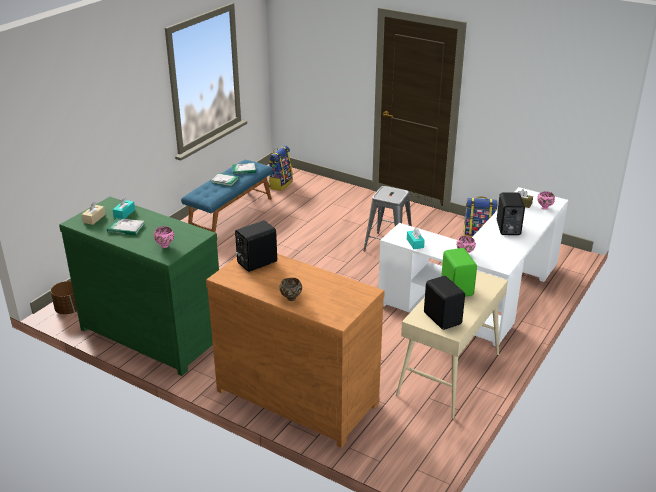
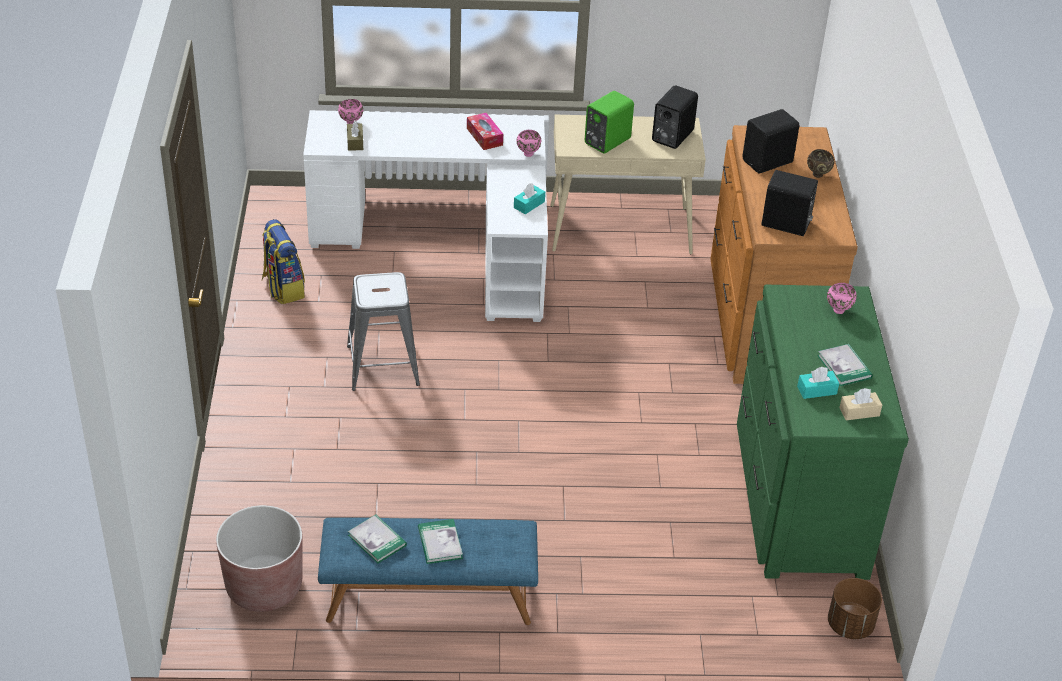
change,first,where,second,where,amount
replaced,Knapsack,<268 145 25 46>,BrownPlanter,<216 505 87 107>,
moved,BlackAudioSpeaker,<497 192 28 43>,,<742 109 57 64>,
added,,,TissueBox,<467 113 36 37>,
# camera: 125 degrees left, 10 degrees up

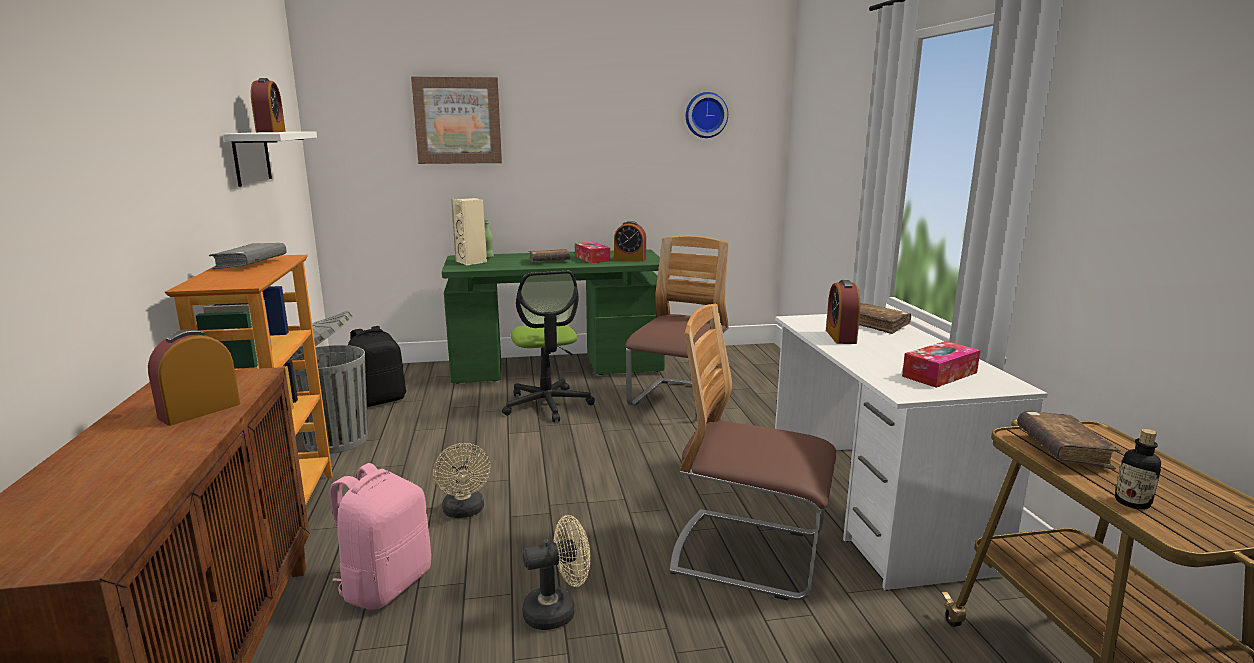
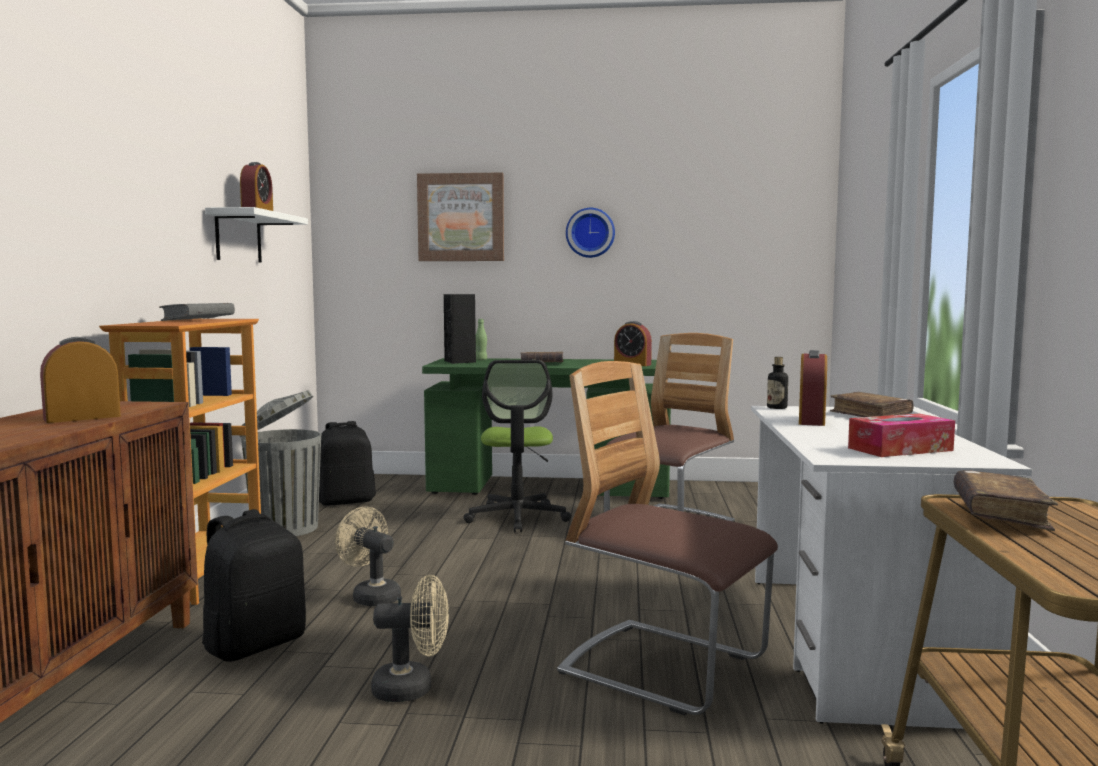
change,first,where,second,where,amount
recoloured,PinkColouredKnapsack,<329 463 102 147>,BlackKnapsack,<202 509 104 153>,
turned,BeigeElectricFan,<433 443 58 75>,,<335 507 66 99>,135 degrees clockwise
recoloured,BeigeAudioSpeaker,<451 198 36 68>,BlackAudioSpeaker,<444 294 32 70>,
removed,TissueBox,<575 242 35 21>,,,
moved,HangingClock,<686 92 42 46>,,<566 208 49 50>,
moved,DrinkBottle,<1115 429 46 81>,,<767 357 21 52>,
# camera: 15 degrees right, 10 degrees down

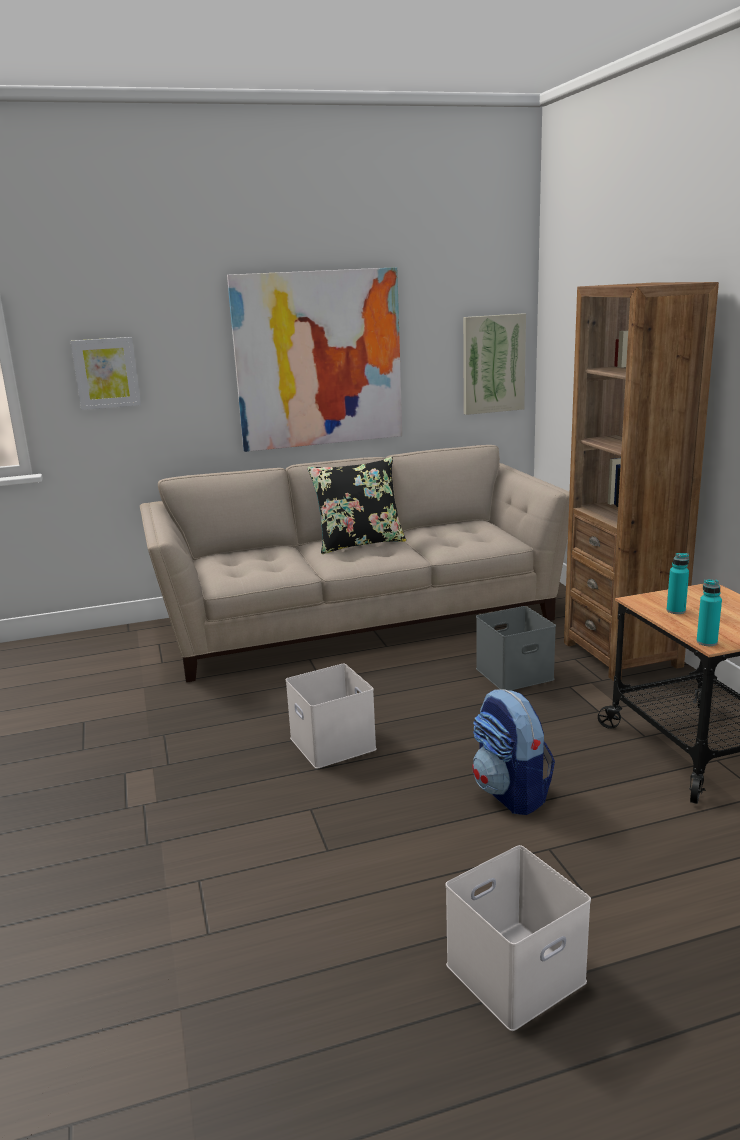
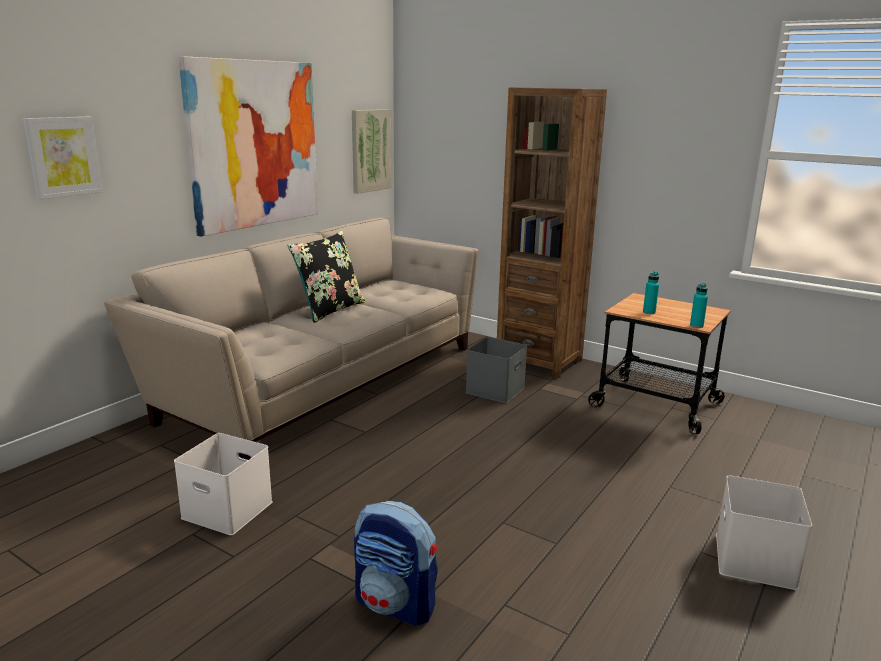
change,first,where,second,where,amount
moved,WhiteColouredStorageBox,<286 664 91 105>,,<174 433 99 102>,
moved,Knapsack,<473 689 82 126>,,<354 501 84 125>,
# camera: 40 degrees left, 0 degrees up

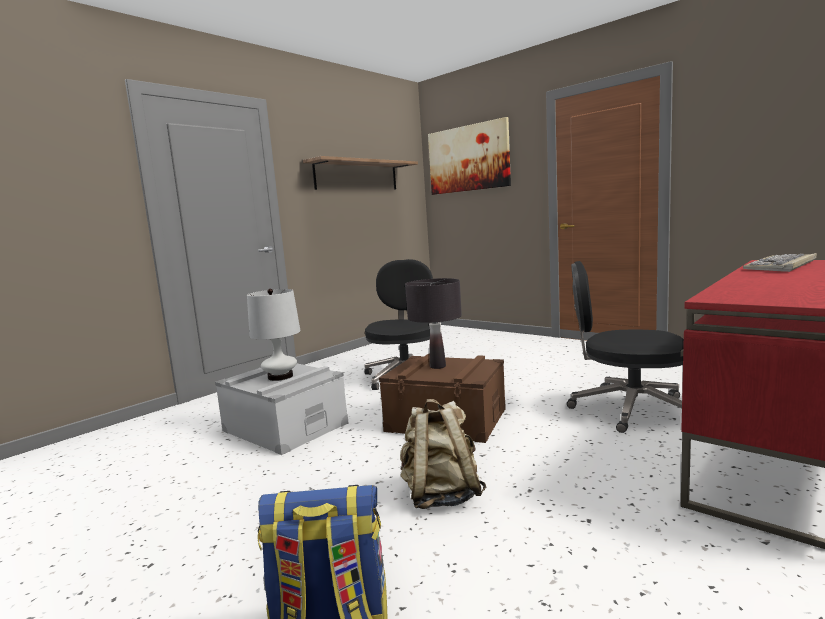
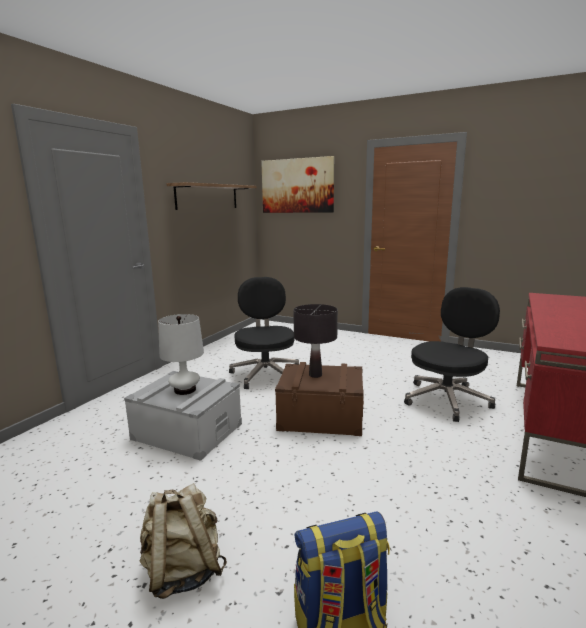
change,first,where,second,where,amount
moved,BeigeKnapsack,<400 399 86 110>,,<140 483 87 116>,
turned,BlackComputerChair,<567 261 117 172>,,<404 287 96 135>,135 degrees clockwise
removed,ComputerKeyboard,<743 253 74 19>,,,
# camera: 15 degrees left, 5 degrees up

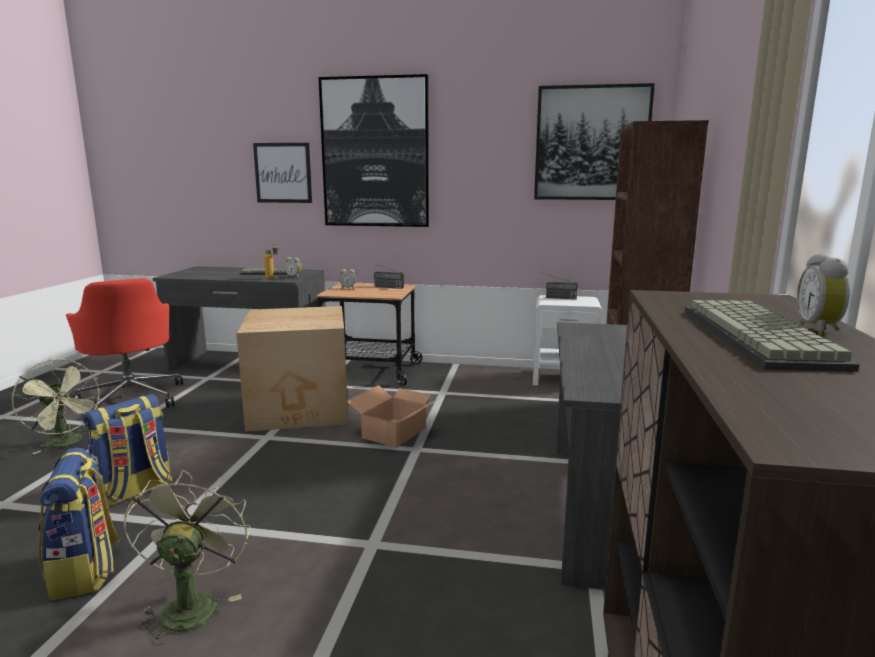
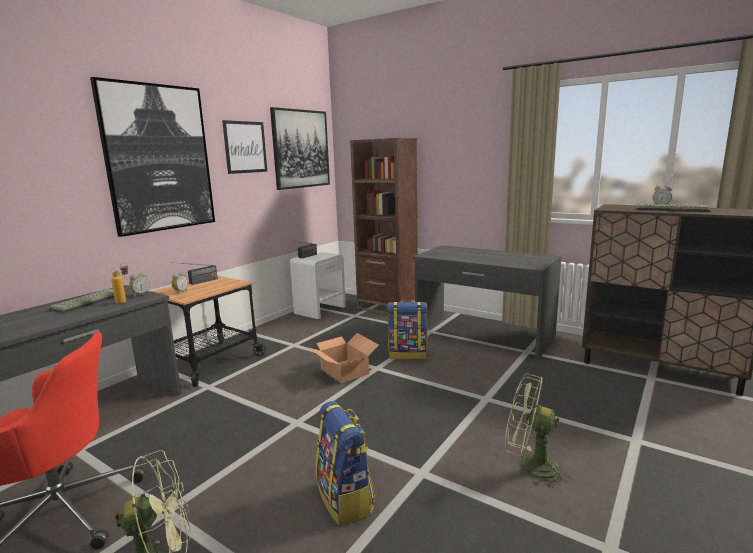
change,first,where,second,where,amount
moved,Knapsack,<38 448 82 152>,,<387 300 41 59>,
removed,Carton,<236 306 112 126>,,,
moved,WallPicture,<253 143 59 60>,,<222 120 45 54>,
# camera: 65 degrees left, 0 degrees up

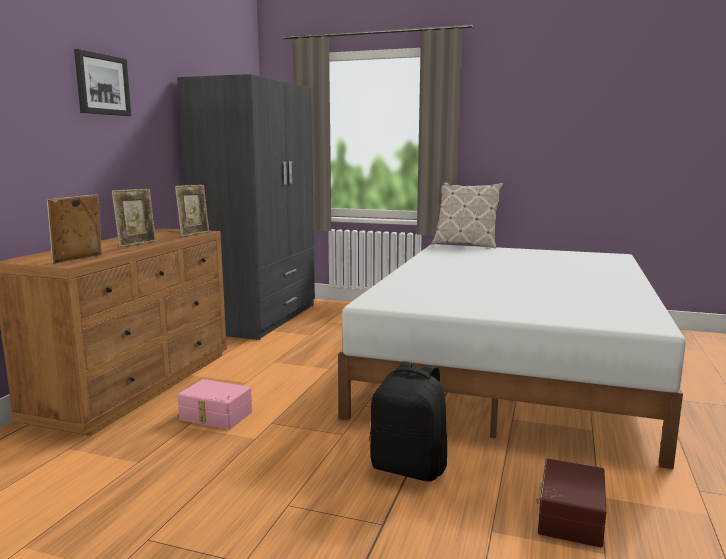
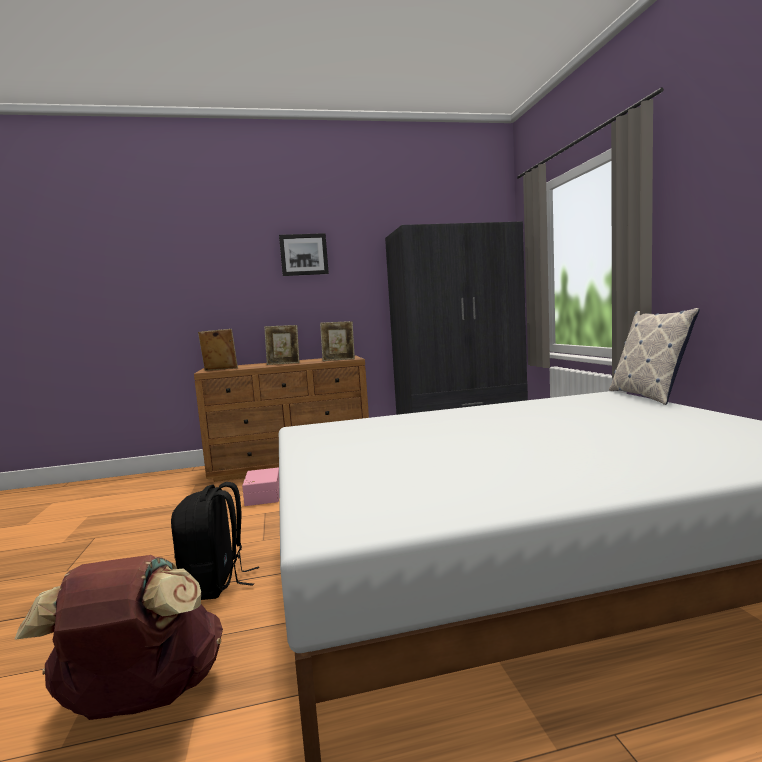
change,first,where,second,where,amount
replaced,BrownStorageBox,<536 459 70 89>,BrownKnapsack,<15 555 208 165>,
# camera: 60 degrees right, 5 degrees down

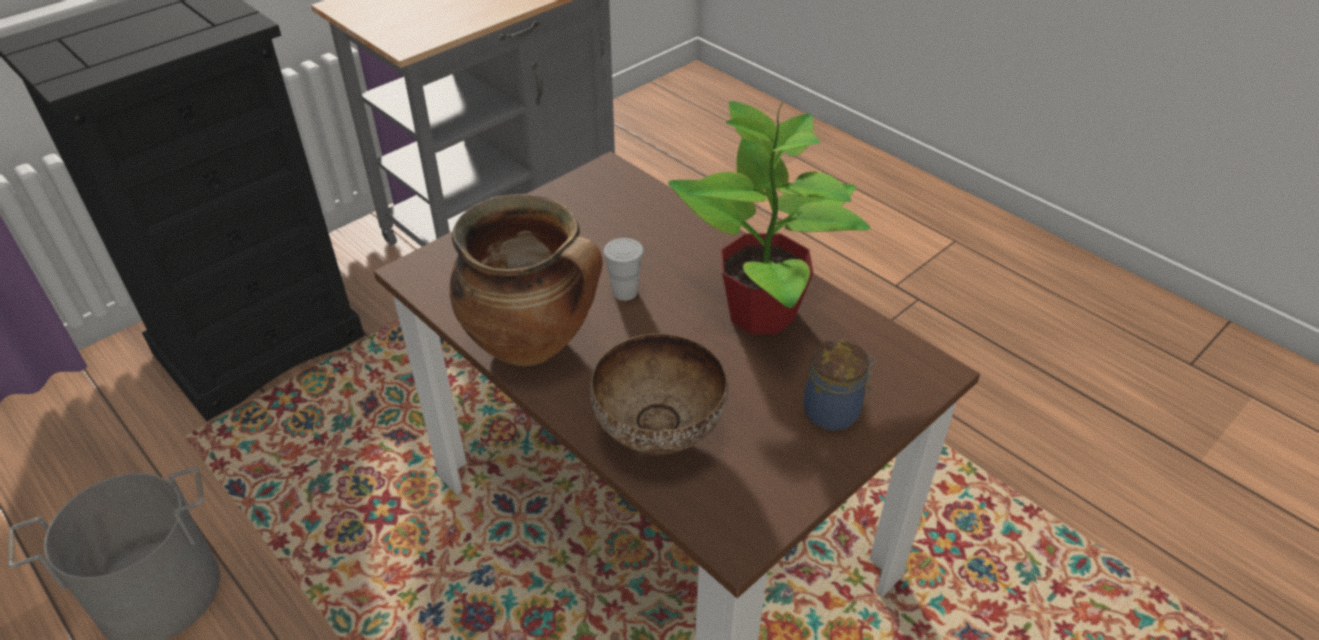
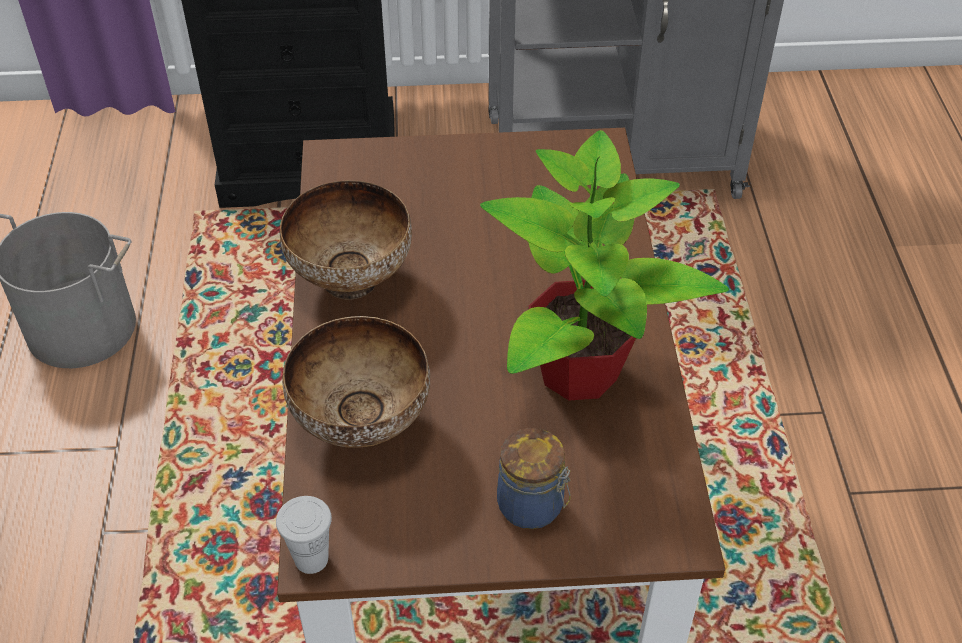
change,first,where,second,where,amount
replaced,CookingPot,<450 194 153 172>,DeepDish,<280 180 132 120>,
moved,WhiteColouredDrinkingCup,<604 238 40 63>,,<276 496 56 78>,
# camera: 40 degrees right, 5 degrees up

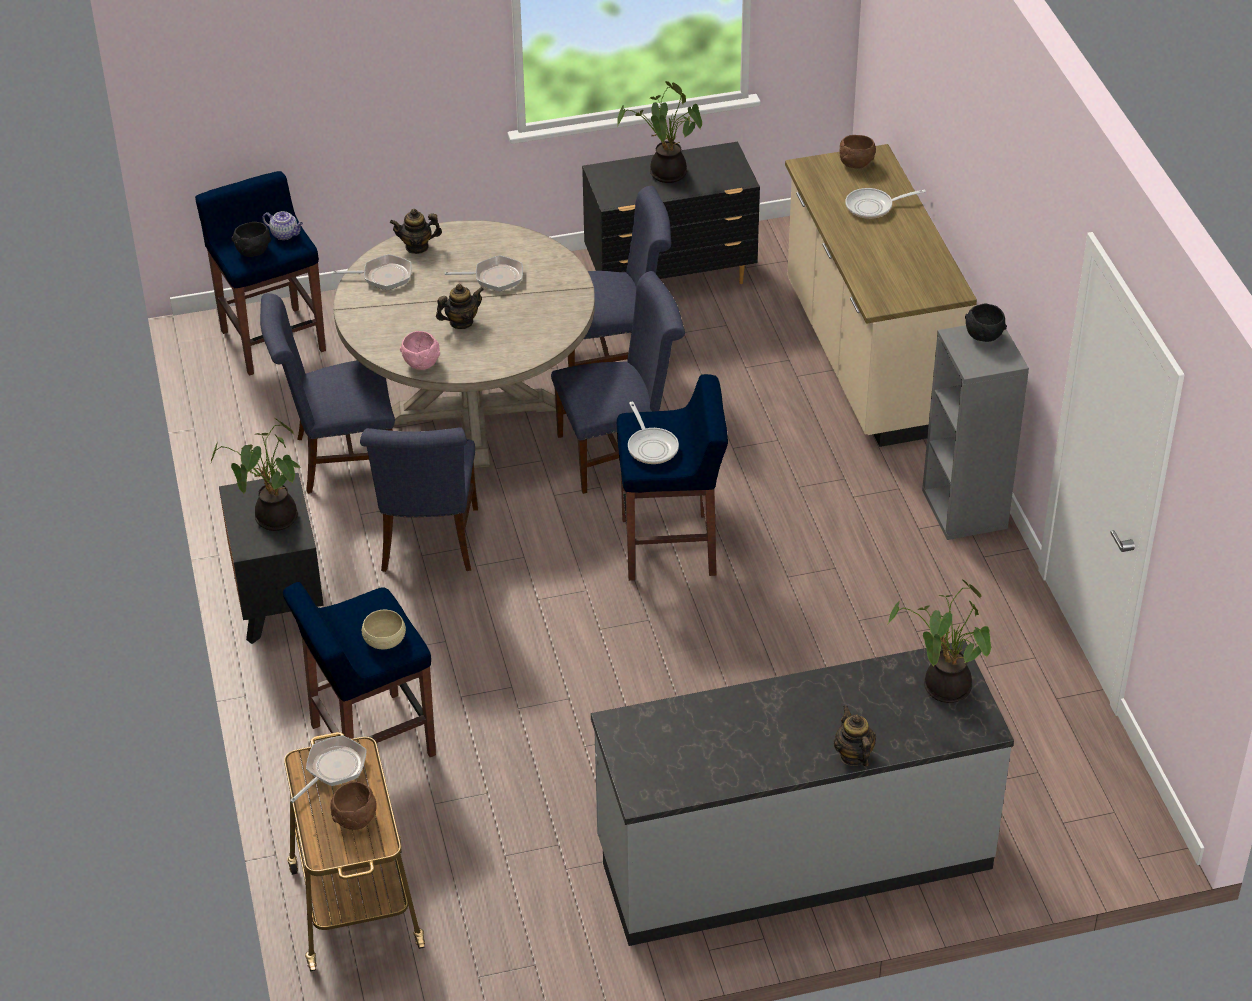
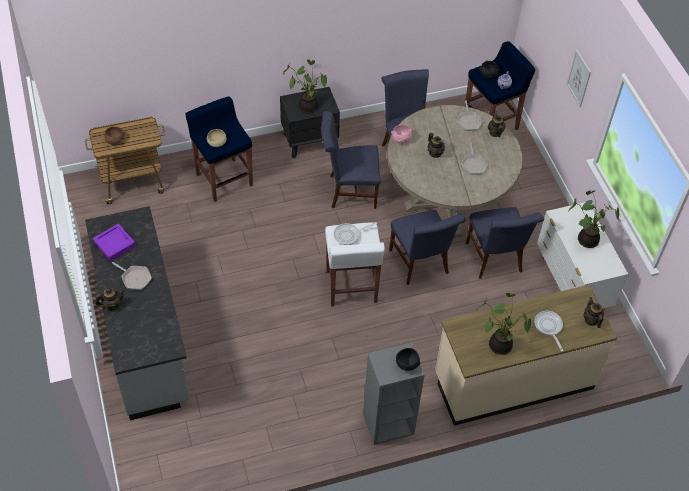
change,first,where,second,where,amount
moved,FryingPan,<290 735 77 68>,,<112 262 40 28>,
recoloured,BlackChestOfDrawers,<582 142 178 142>,WhiteColouredChestOfDrawers,<537 202 91 109>,
recoloured,BluishStool,<617 374 111 207>,WhiteColouredStool,<325 222 60 84>,
replaced,BrownDeepDish,<839 135 37 34>,Teapot,<584 297 20 31>,
moved,Houseplant,<888 579 103 124>,,<477 293 54 62>,
added,,,PurpleTray,<93 223 43 38>,
added,,,WallPicture,<566 49 25 58>,
# camera: 85 degrees right, 10 degrees up

